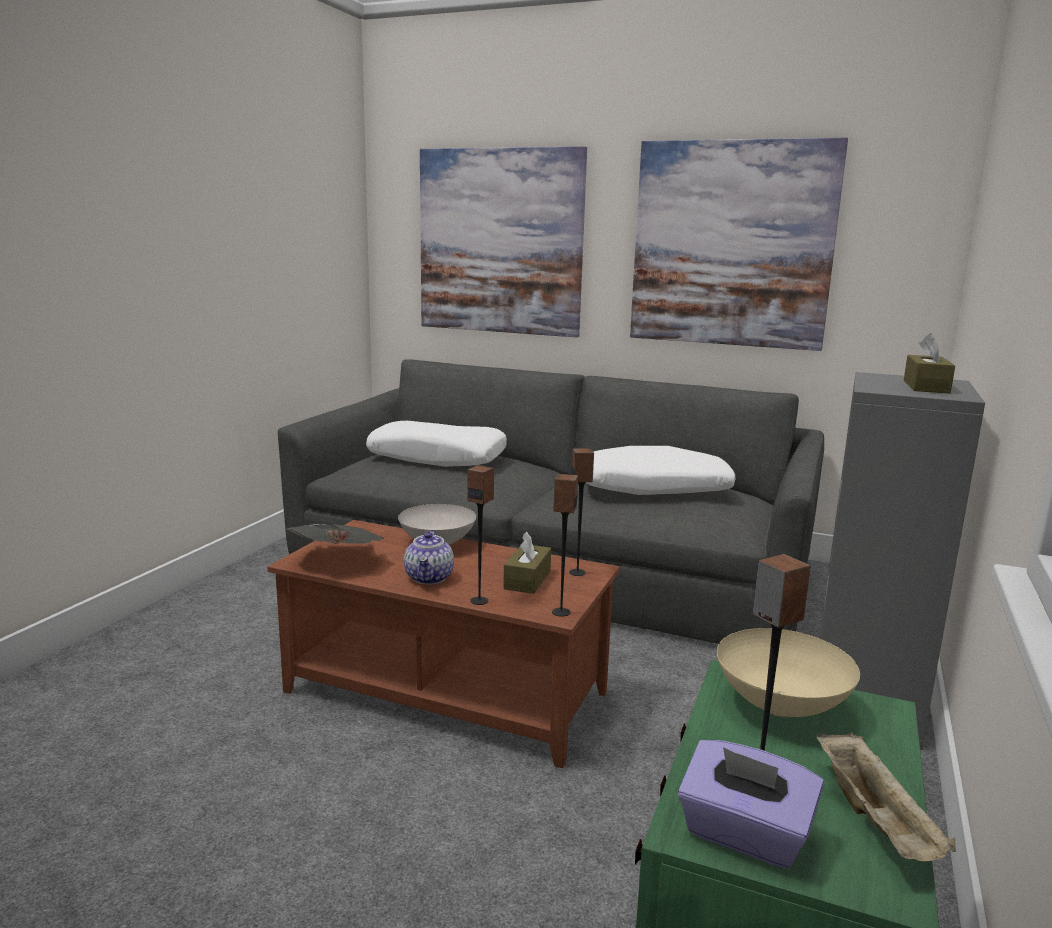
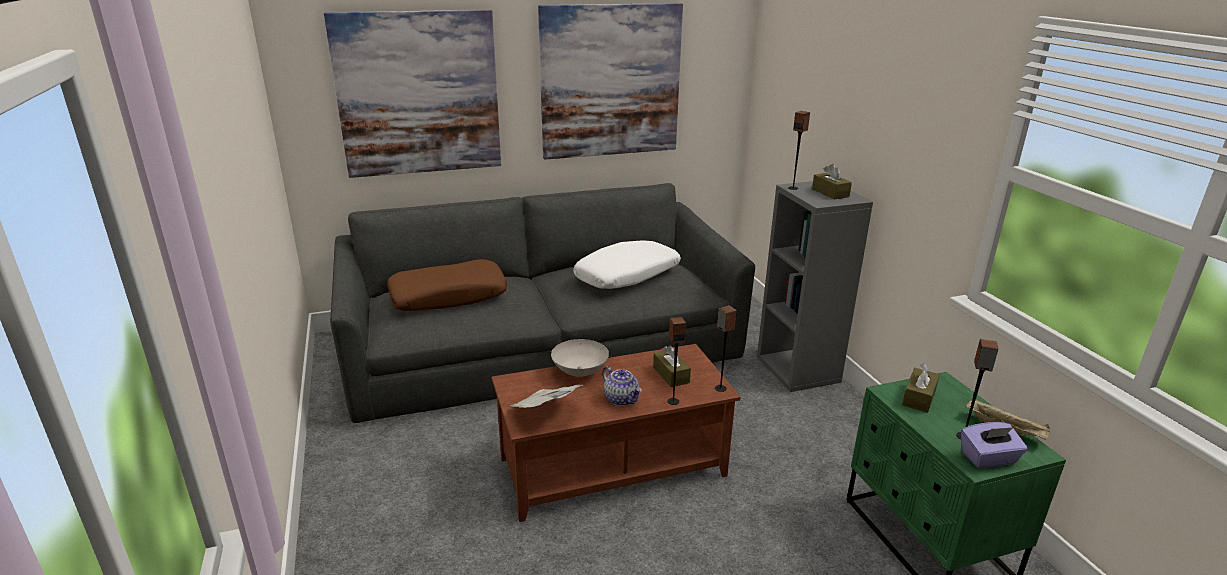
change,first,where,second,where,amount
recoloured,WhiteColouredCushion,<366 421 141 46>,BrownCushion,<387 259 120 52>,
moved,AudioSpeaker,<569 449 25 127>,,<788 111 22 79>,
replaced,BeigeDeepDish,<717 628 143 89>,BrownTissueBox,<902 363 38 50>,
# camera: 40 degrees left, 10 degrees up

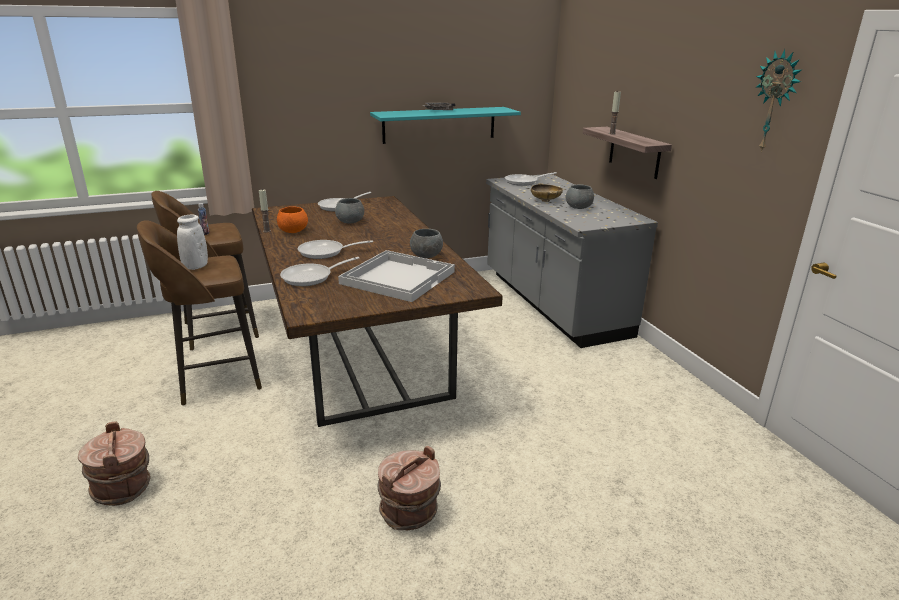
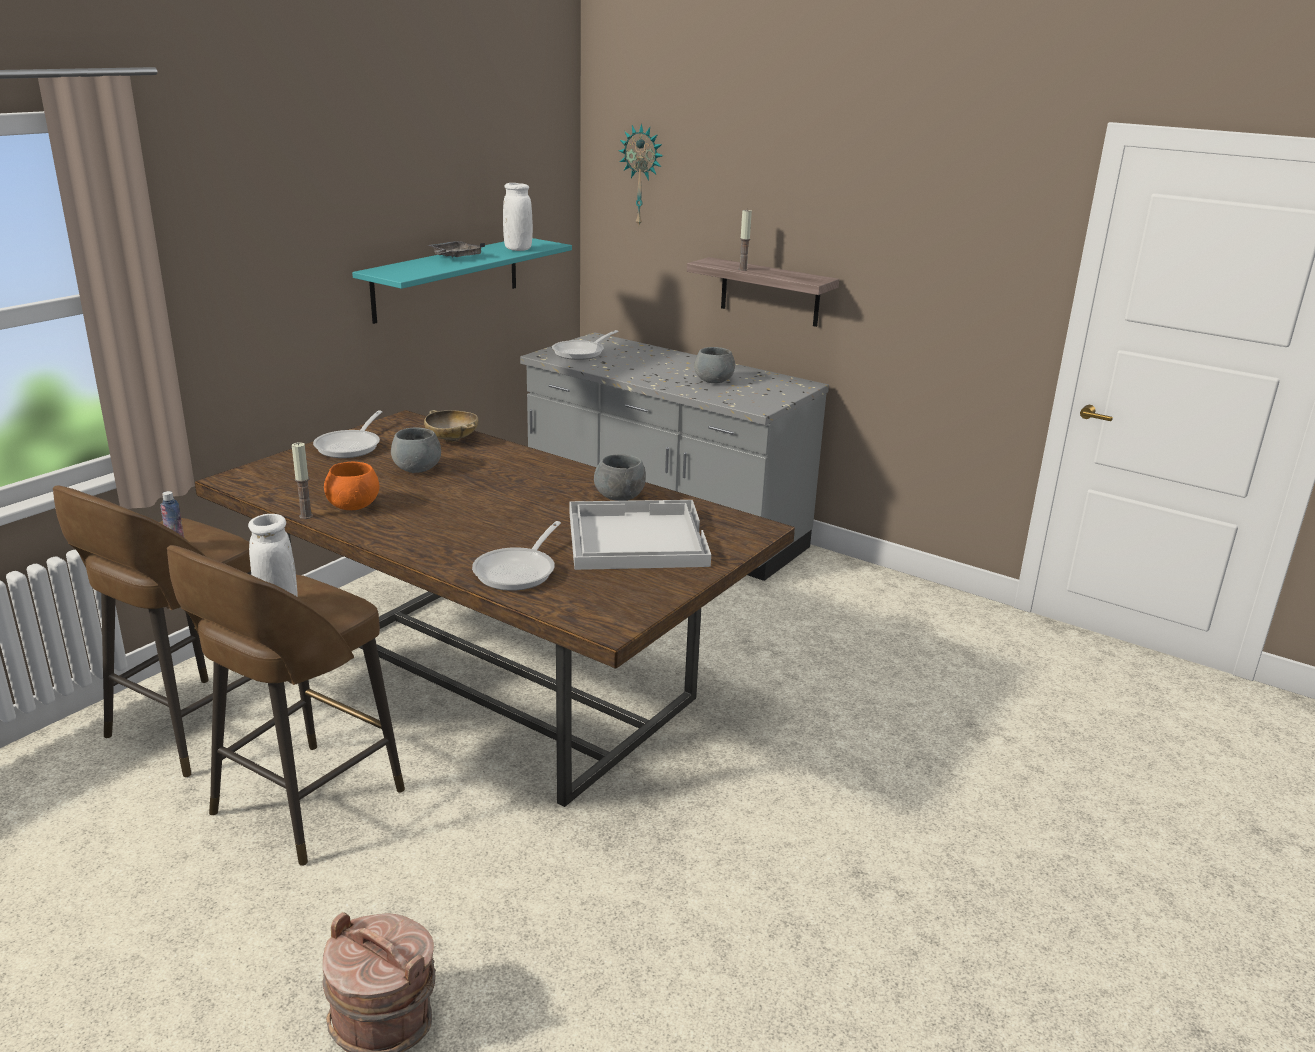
change,first,where,second,where,amount
removed,FryingPan,<298 240 75 19>,,,
removed,BrownBucket,<377 446 64 84>,,,
moved,BeigeDeepDish,<531 183 32 19>,,<424 410 55 32>,
moved,HangingClock,<755 49 47 103>,,<618 123 45 105>,
added,,,WhiteColouredFlowerVase,<503 183 30 68>,
# camera: 35 degrees left, 0 degrees up

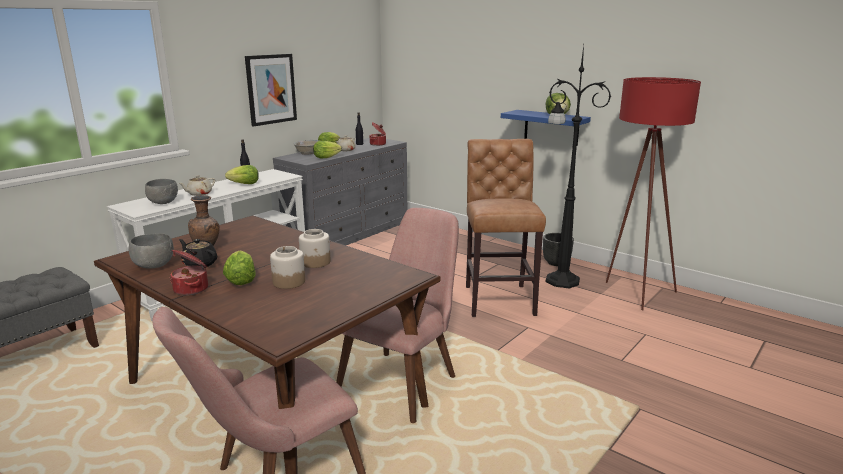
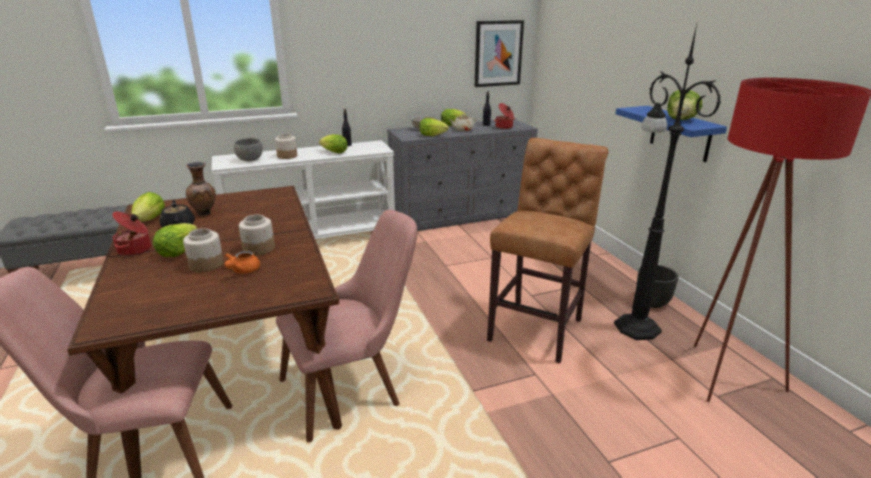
change,first,where,second,where,amount
replaced,GrayDeepDish,<128 233 46 36>,Lettuce,<132 192 33 30>,
replaced,BeigeTeapot,<178 175 37 21>,StorageJar,<275 134 22 25>,
moved,WallPicture,<245 54 52 73>,,<475 20 49 67>,
added,,,OrangeTeapot,<224 251 36 23>,
# camera: 30 degrees right, 5 degrees up

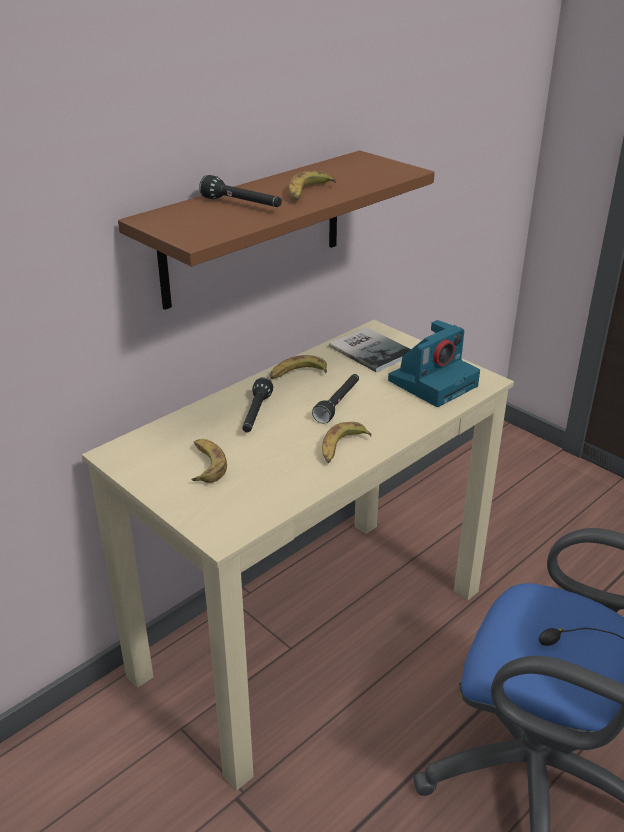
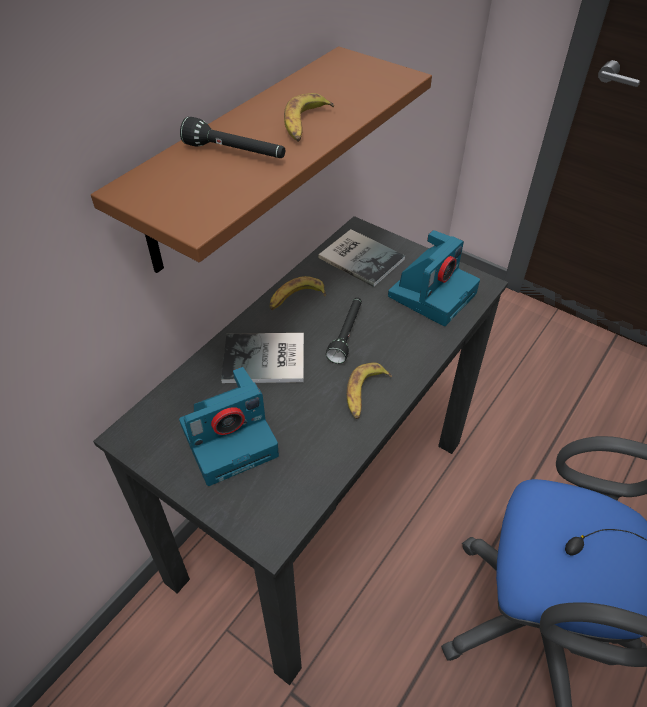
change,first,where,second,where,amount
recoloured,BeigeDeskTable,<82 320 432 470>,BlackDeskTable,<93 216 415 469>,
replaced,WholeBanana,<191 439 36 44>,StillCamera,<179 367 100 119>,
replaced,BlackHandTorch,<242 378 31 55>,Volume,<221 333 83 50>,
# camera: 10 degrees left, 15 degrees up

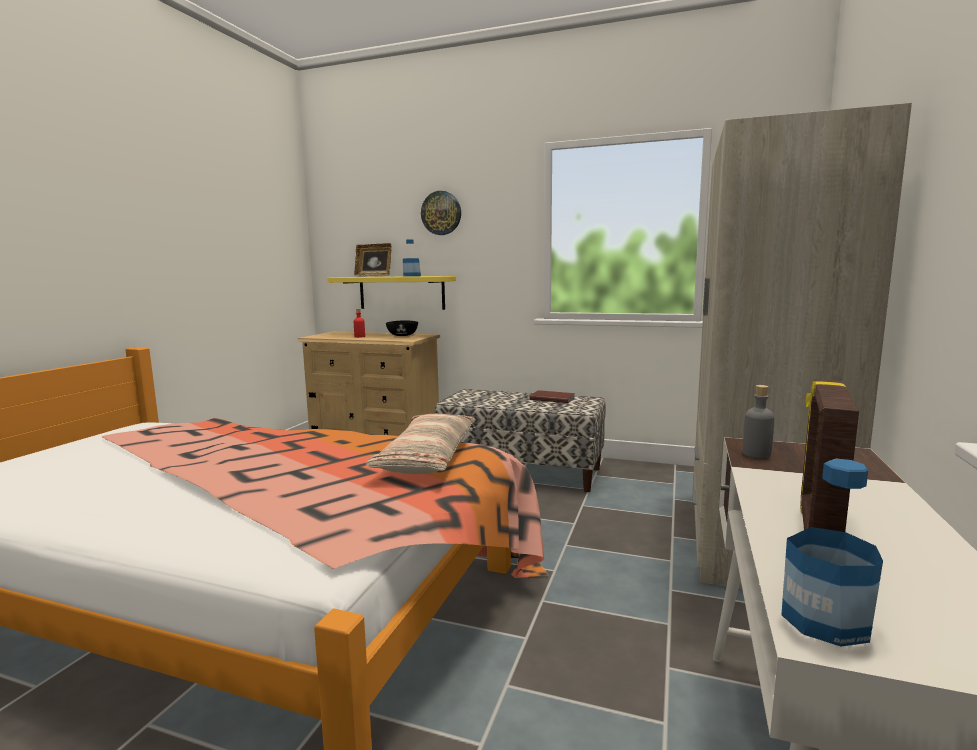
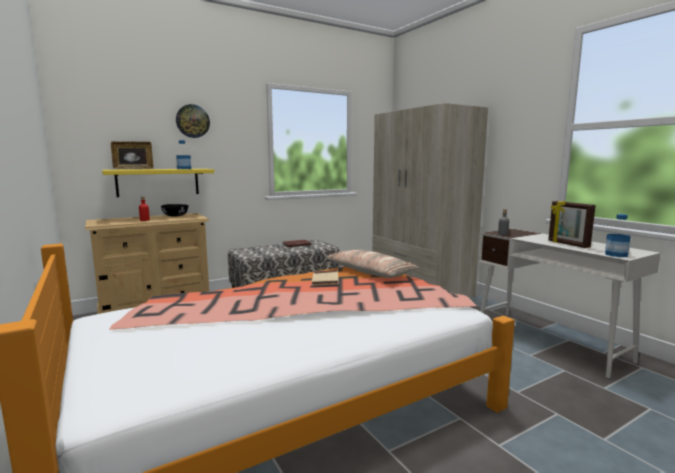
change,first,where,second,where,amount
added,,,BeigeVolume,<312 271 27 14>,
# camera: 50 degrees left, 0 degrees up

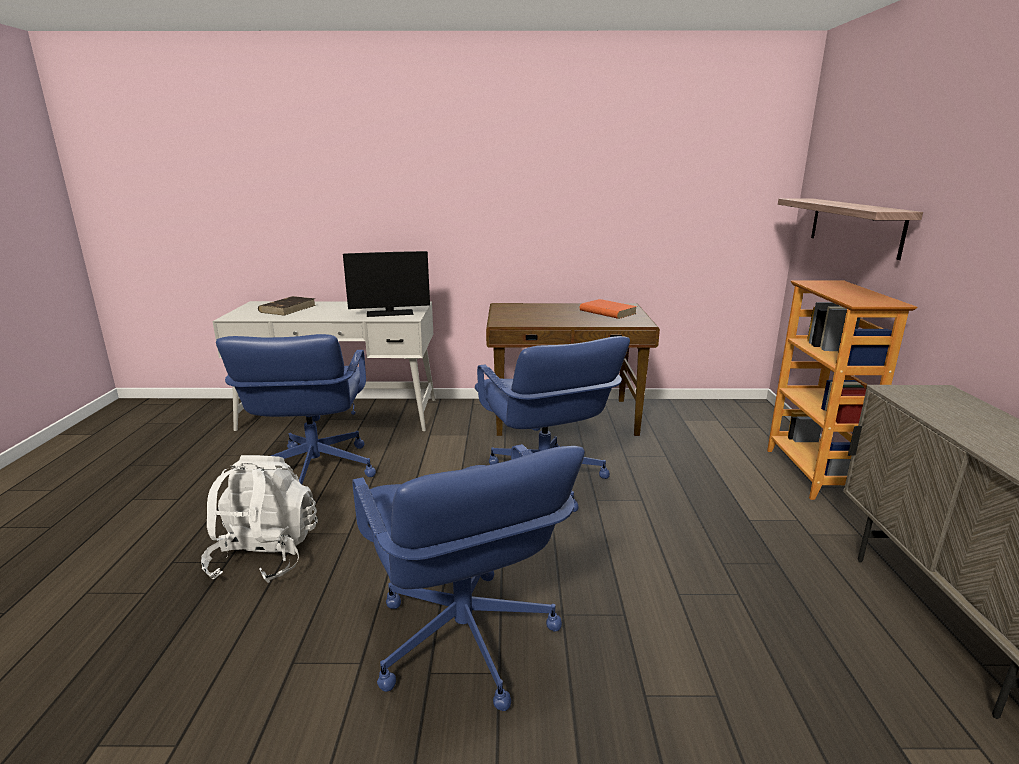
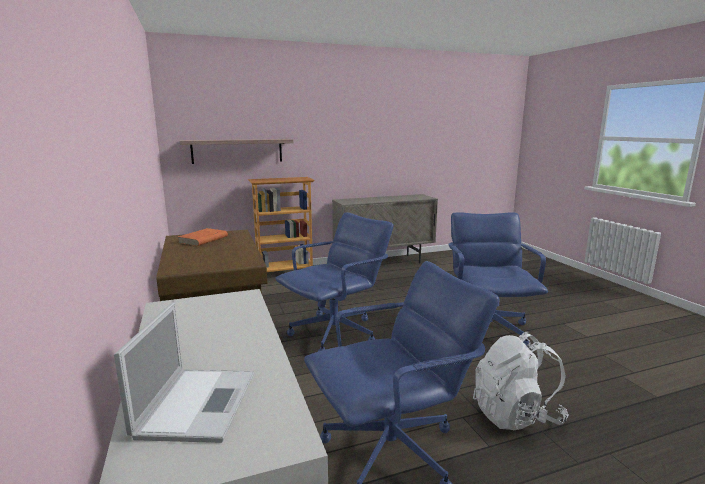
change,first,where,second,where,amount
replaced,BrownVolume,<258 296 58 20>,Laptop,<114 303 140 140>,
removed,ComputerDisplay,<343 251 87 66>,,,
turned,BluishComputerChair,<352 444 233 267>,,<449 212 99 135>,45 degrees counterclockwise
# camera: 110 degrees left, 5 degrees down

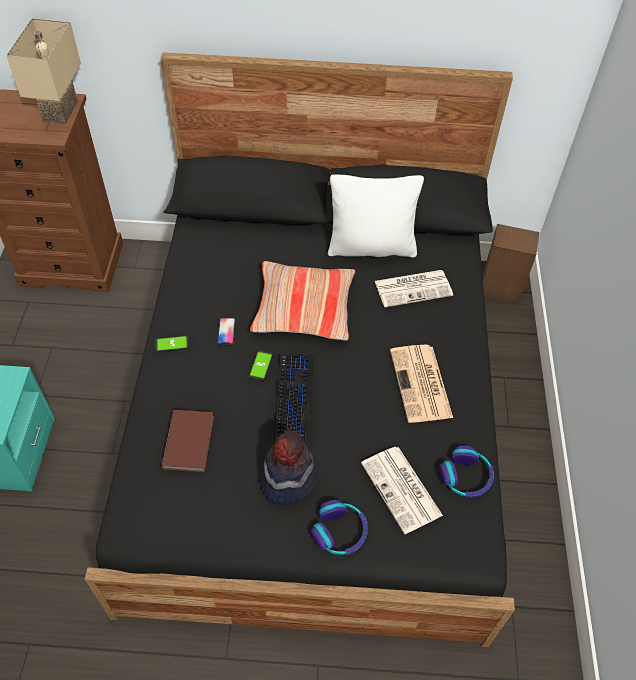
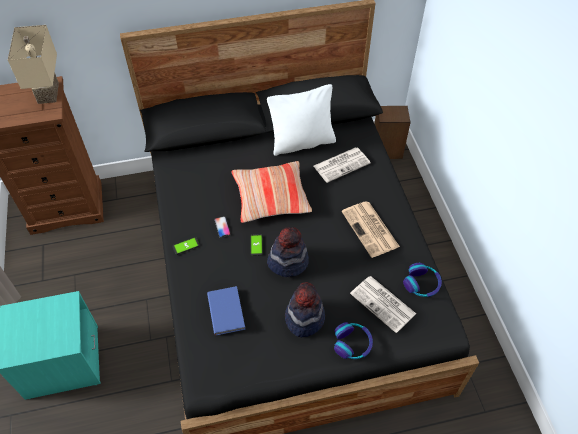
change,first,where,second,where,amount
recoloured,BrownVolume,<161 410 53 62>,BluishVolume,<207 286 38 50>,
replaced,ComputerKeyboard,<274 353 39 92>,ClothingHat,<267 227 42 50>,
# camera: 15 degrees left, 0 degrees up

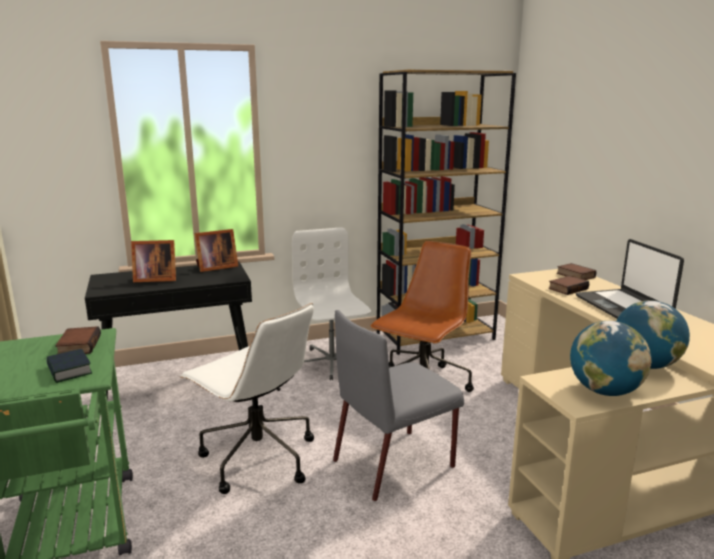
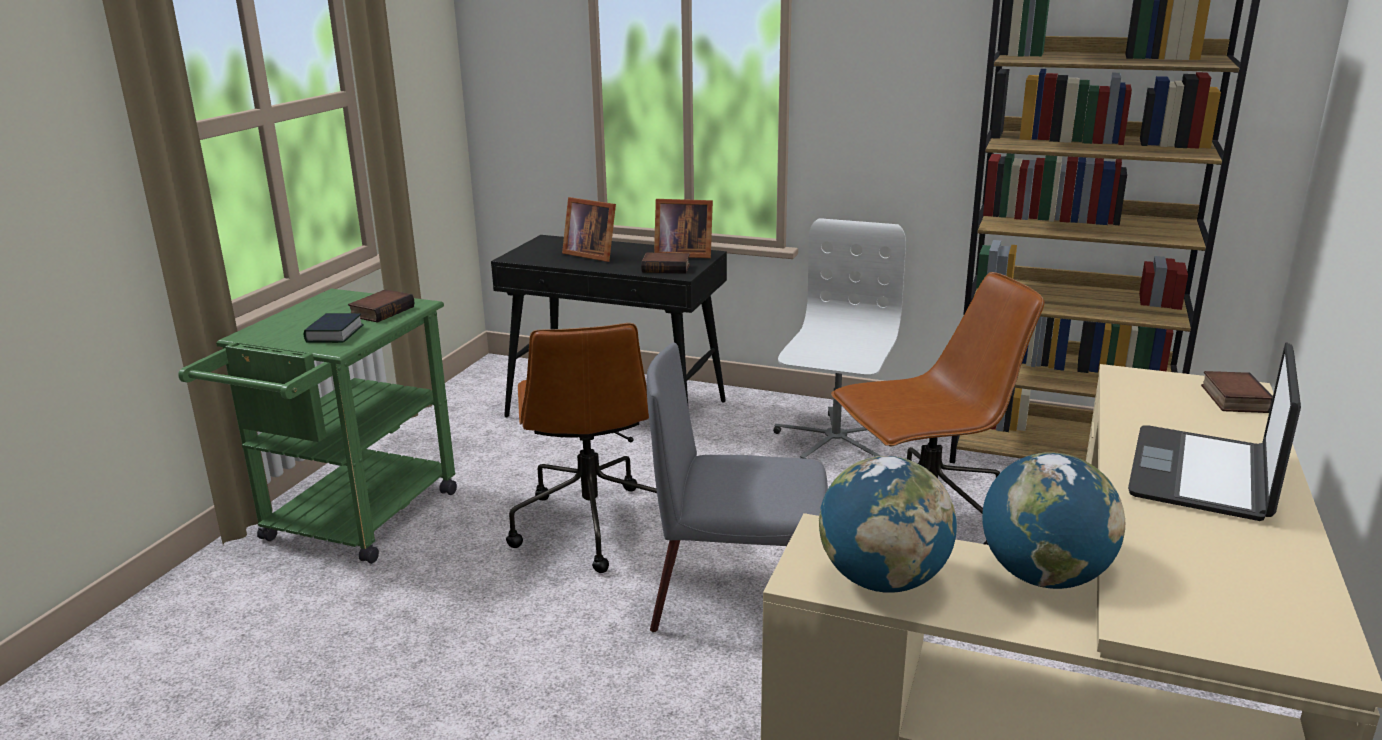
change,first,where,second,where,amount
recoloured,WhiteColouredComputerChair,<180 303 134 191>,BrownComputerChair,<506 323 151 250>,
moved,Volume,<548 276 41 19>,,<641 253 49 21>,
# camera: 40 degrees right, 5 degrees up

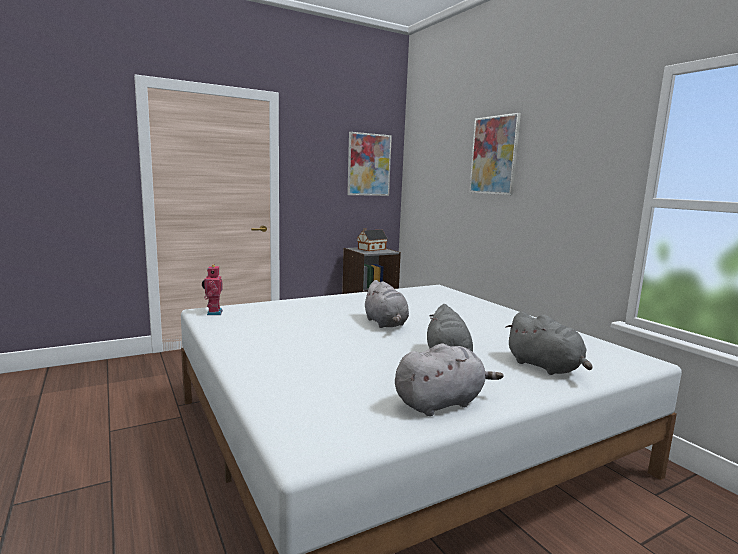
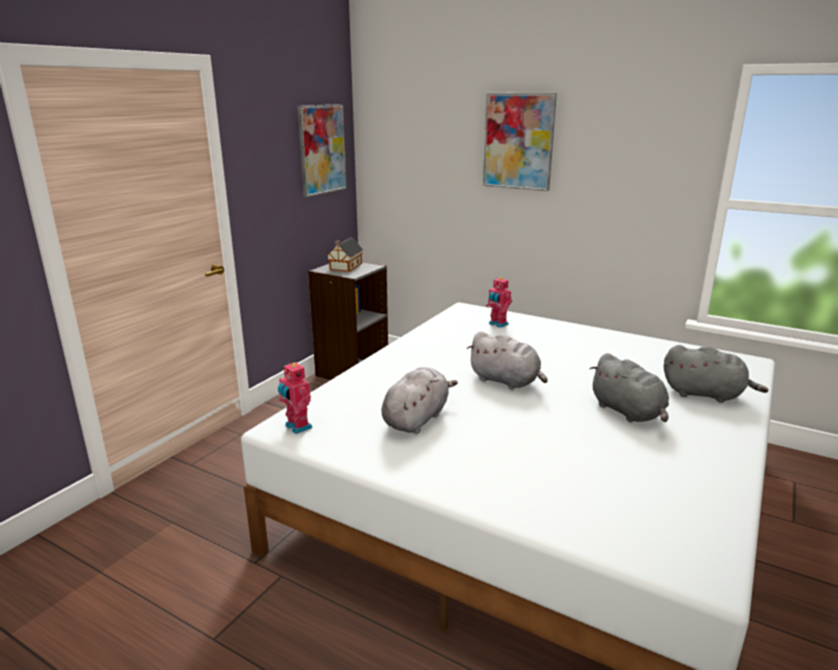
change,first,where,second,where,amount
moved,GraySoftToy,<395 344 108 72>,,<382 367 76 67>,
added,,,RobotFigure,<486 277 26 51>,
# camera: 30 degrees left, 10 degrees up

